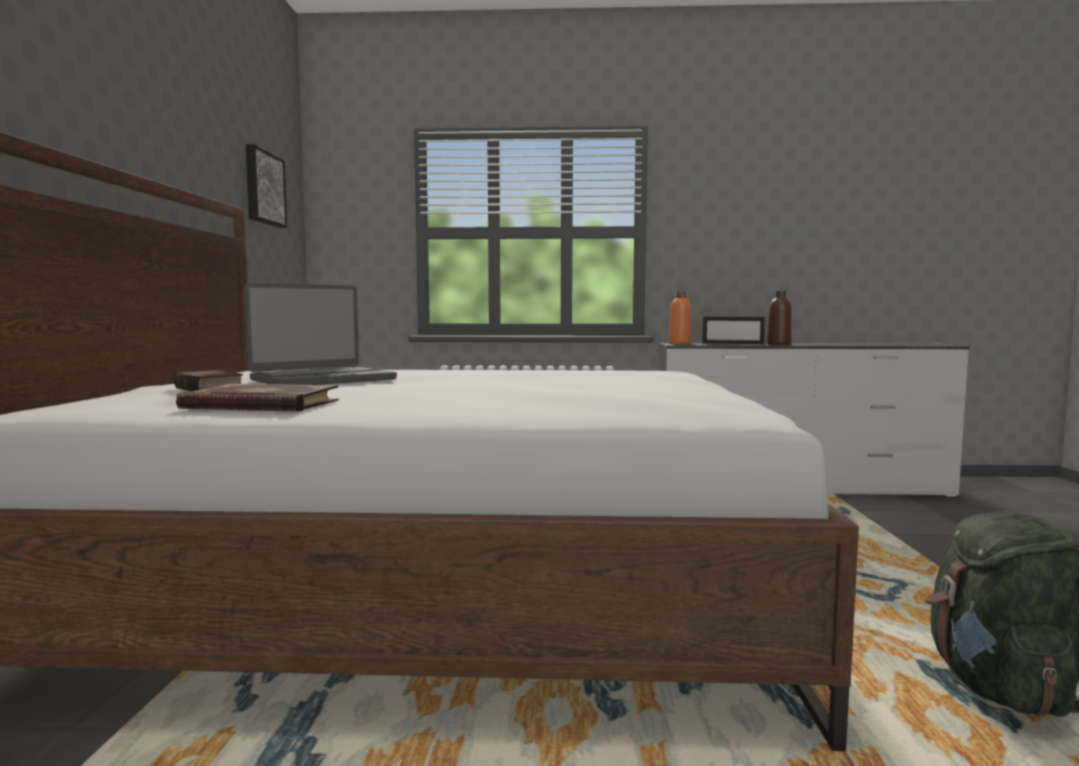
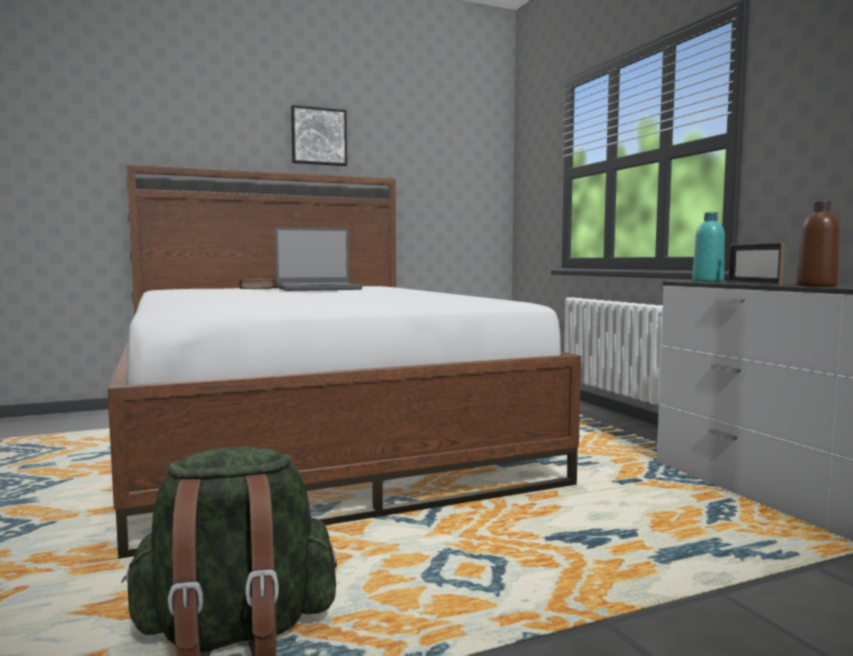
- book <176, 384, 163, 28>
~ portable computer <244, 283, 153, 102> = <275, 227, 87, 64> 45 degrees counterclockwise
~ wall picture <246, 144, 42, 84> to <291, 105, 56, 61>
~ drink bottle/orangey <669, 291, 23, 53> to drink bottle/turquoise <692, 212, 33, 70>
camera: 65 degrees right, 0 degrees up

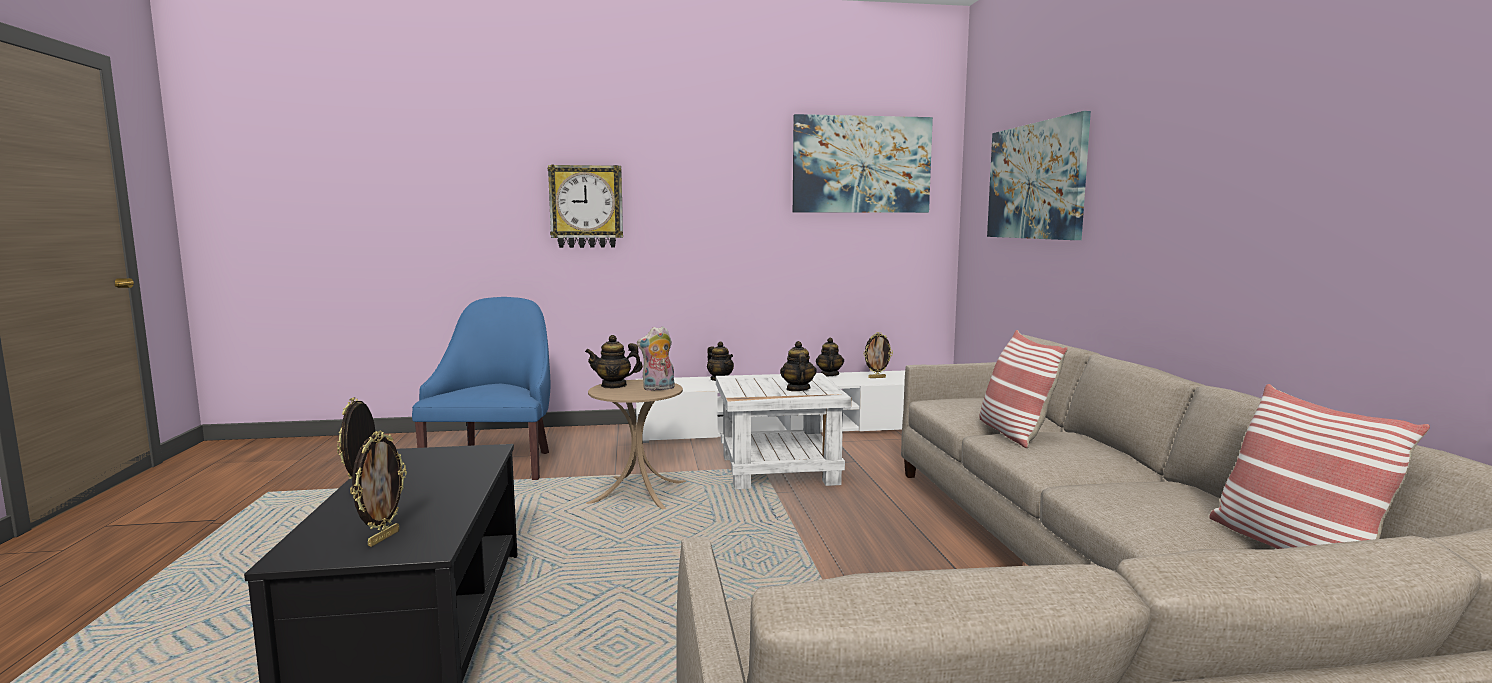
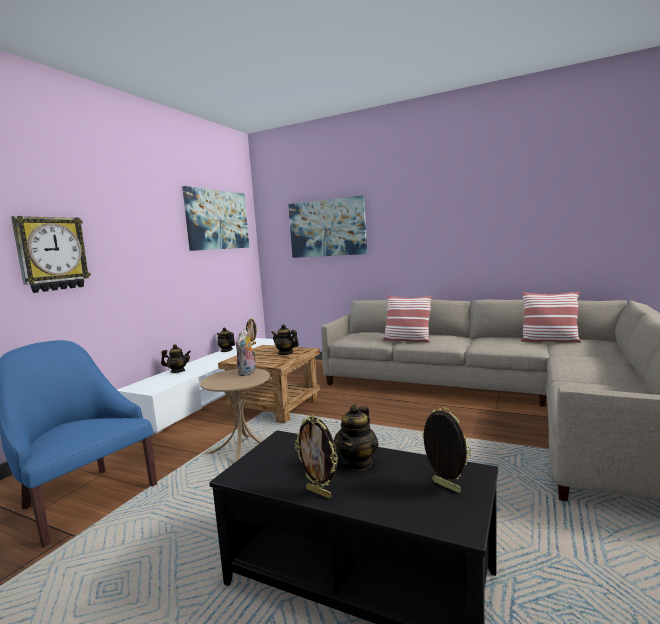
~ tea pot <585, 335, 58, 54> to <334, 404, 45, 67>
~ accent table/white <716, 373, 135, 116> to accent table/brown <218, 345, 102, 78>
camera: 55 degrees left, 0 degrees up

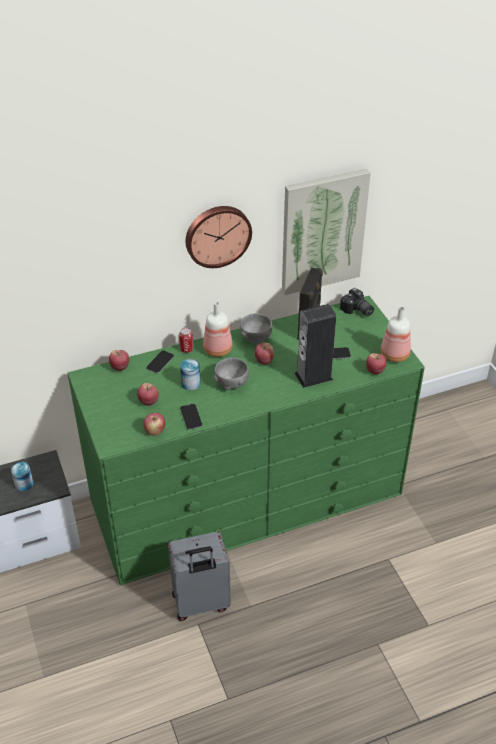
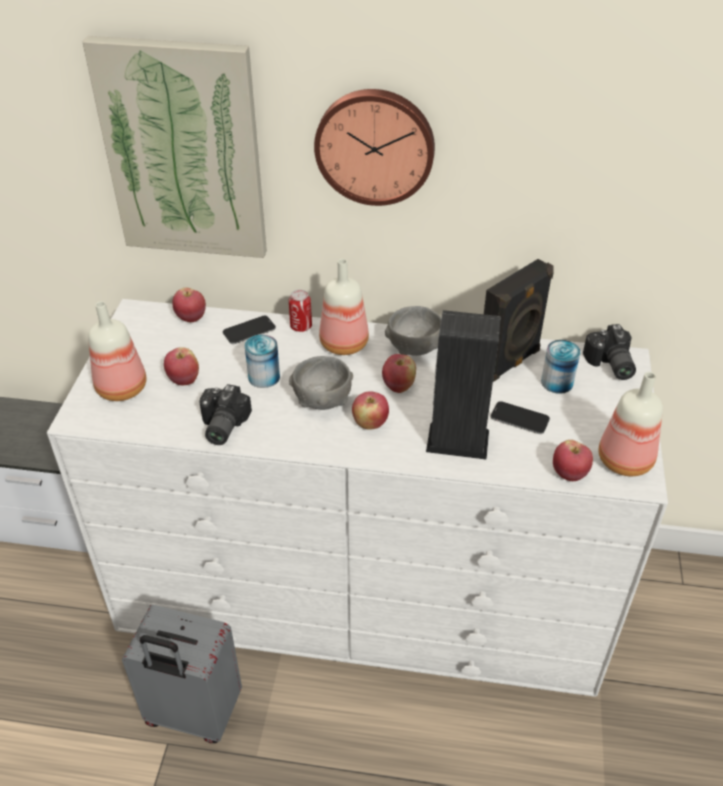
~ metal can <11, 462, 22, 30> to <541, 340, 40, 54>
~ chest of drawers/greenish <68, 296, 357, 289> to chest of drawers/white <47, 299, 621, 398>
~ apple <143, 413, 22, 23> to <352, 391, 37, 39>
~ phone <180, 404, 22, 26> to photo camera <199, 384, 53, 61>
~ wall picture <282, 169, 89, 126> to <83, 36, 184, 222>
+ drink bottle <88, 301, 58, 100>
camera: 30 degrees right, 0 degrees up

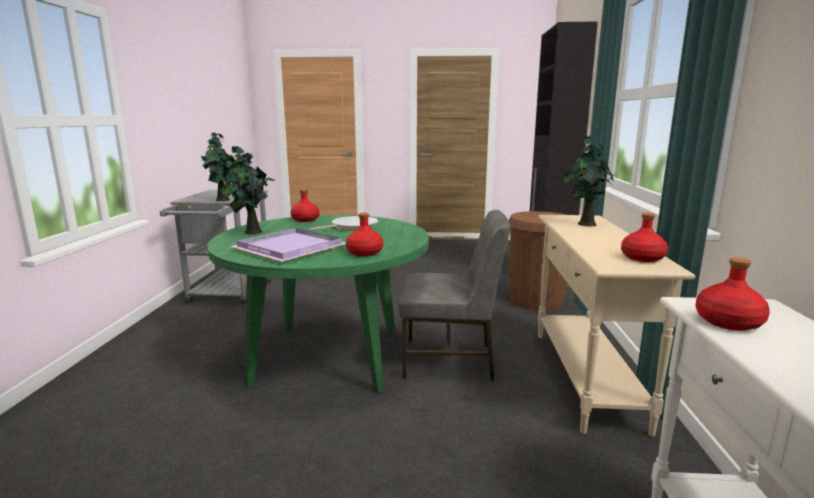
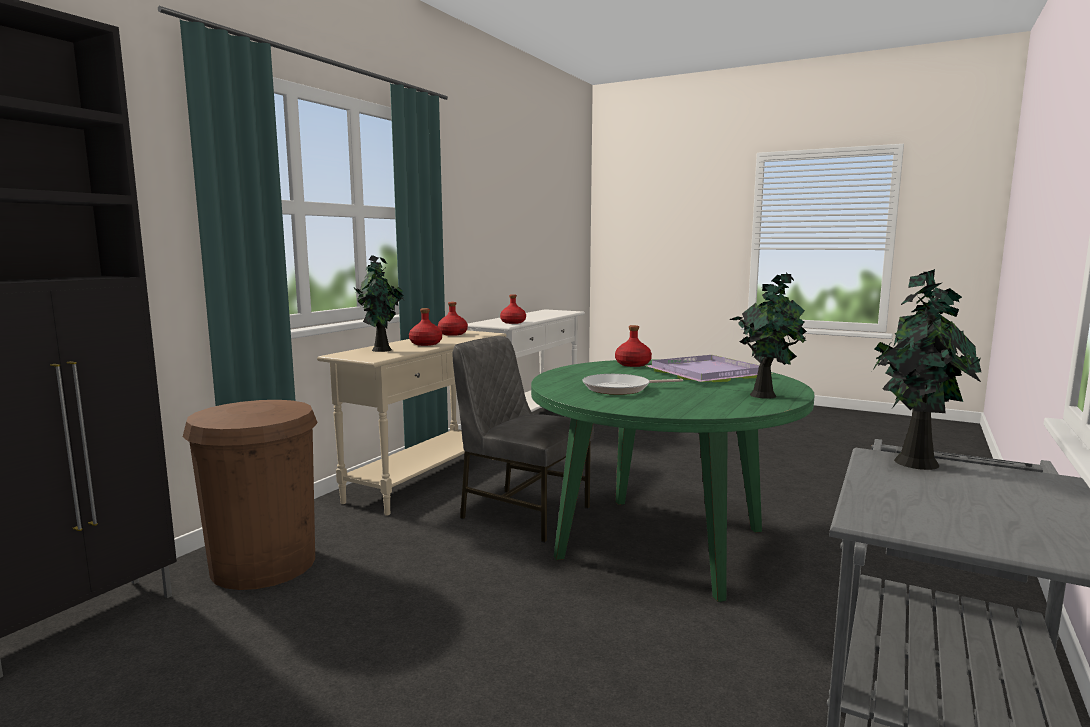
~ drink bottle/red-coloured <290, 189, 29, 33> to <409, 308, 33, 38>
camera: 155 degrees left, 5 degrees down

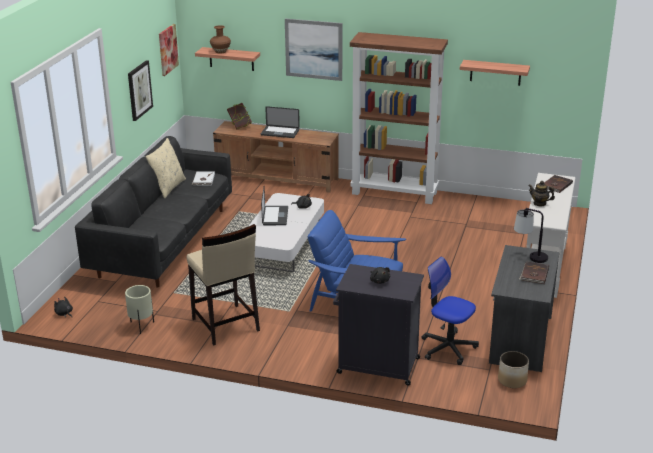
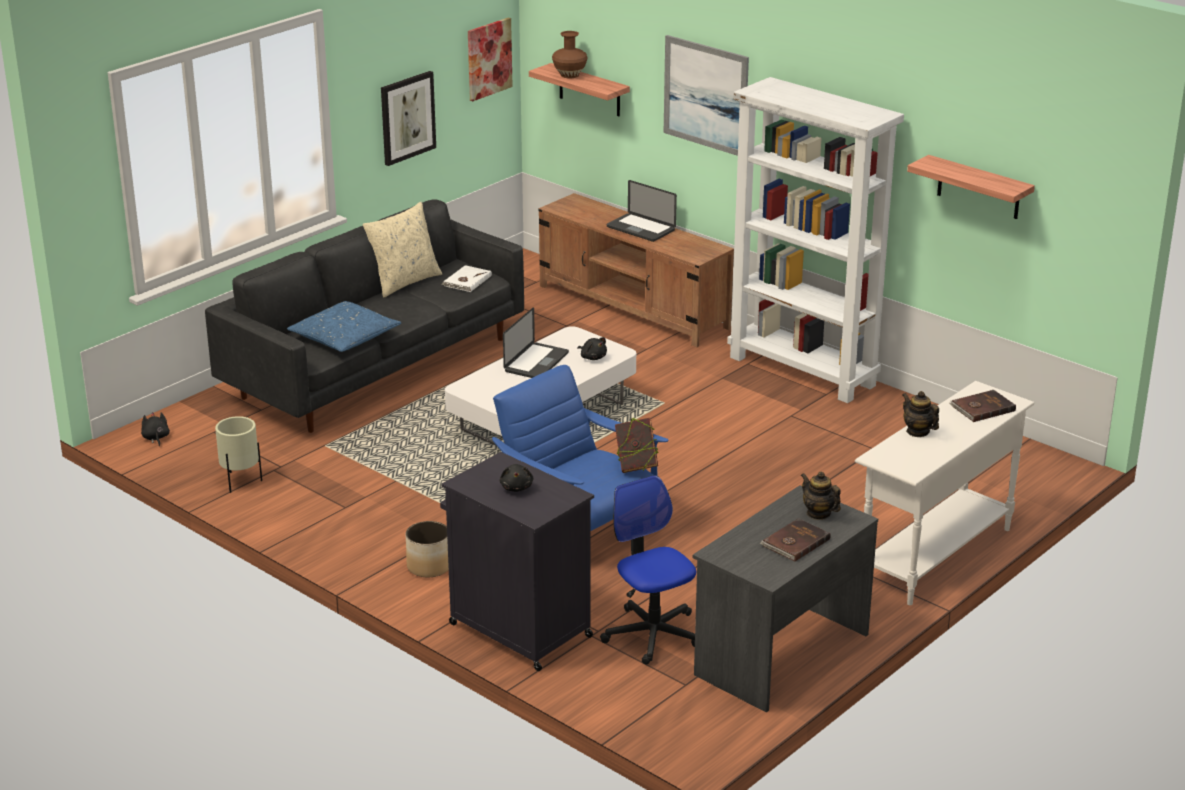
- stool/sand-coloured <187, 224, 73, 121>
~ book <227, 103, 25, 27> to <615, 418, 44, 55>
~ shelving unit/brown <350, 32, 98, 172> to shelving unit/white <727, 77, 177, 326>
~ plant pot <498, 351, 31, 37> to <406, 521, 43, 57>
~ table lamp <514, 208, 34, 55> to tea pot <801, 471, 40, 49>
+ throw pillow/blue <287, 301, 115, 51>
camera: 25 degrees right, 0 degrees up

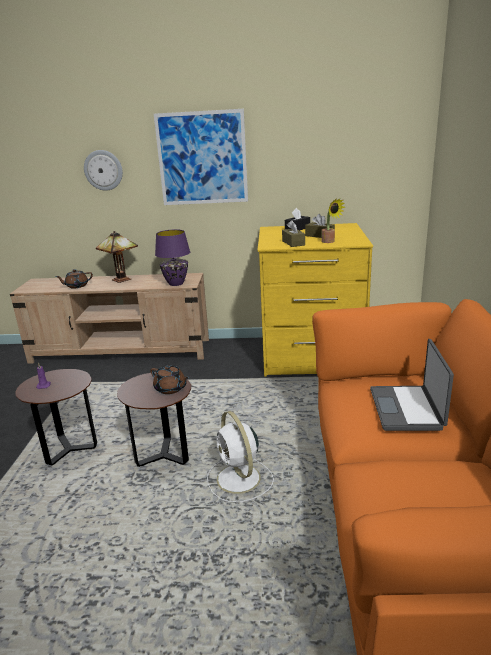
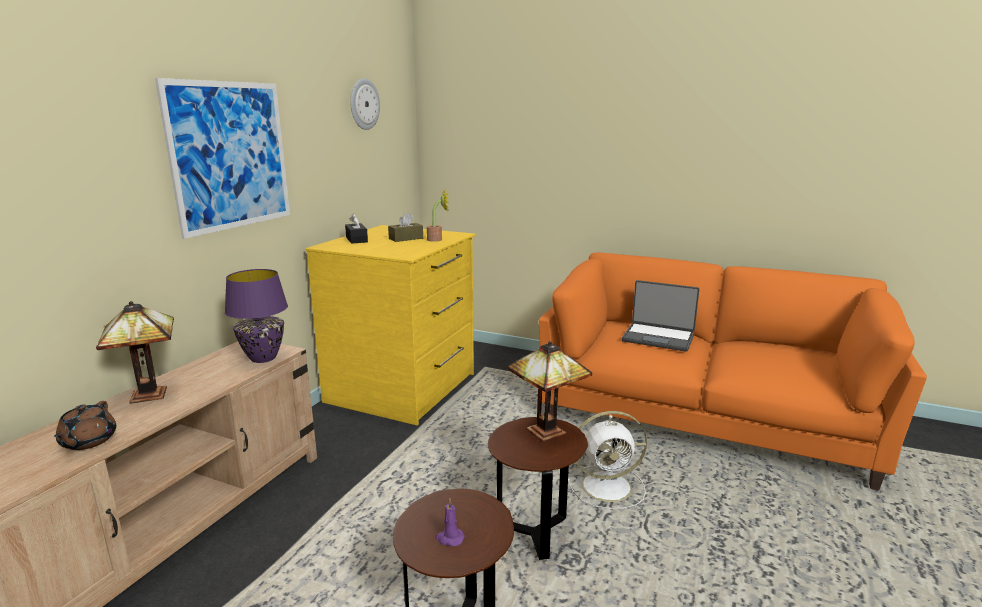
~ clock on the wall <84, 150, 39, 41> to <350, 79, 30, 51>
~ tea pot/brown <150, 365, 39, 29> to table lamp <507, 341, 85, 101>
- box of tissues/brown <282, 220, 23, 27>
camera: 70 degrees left, 5 degrees down

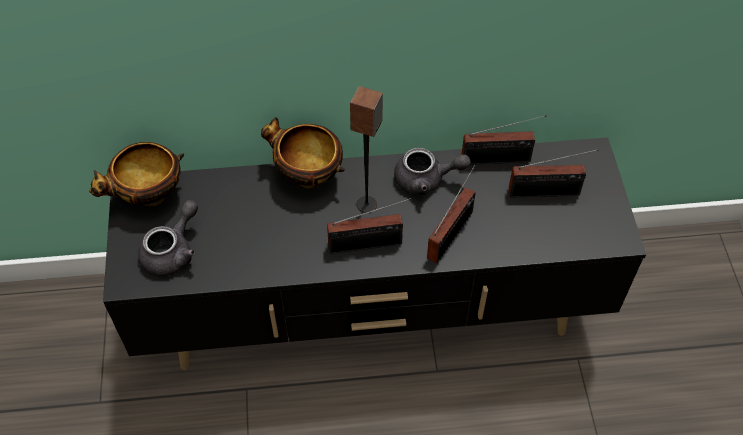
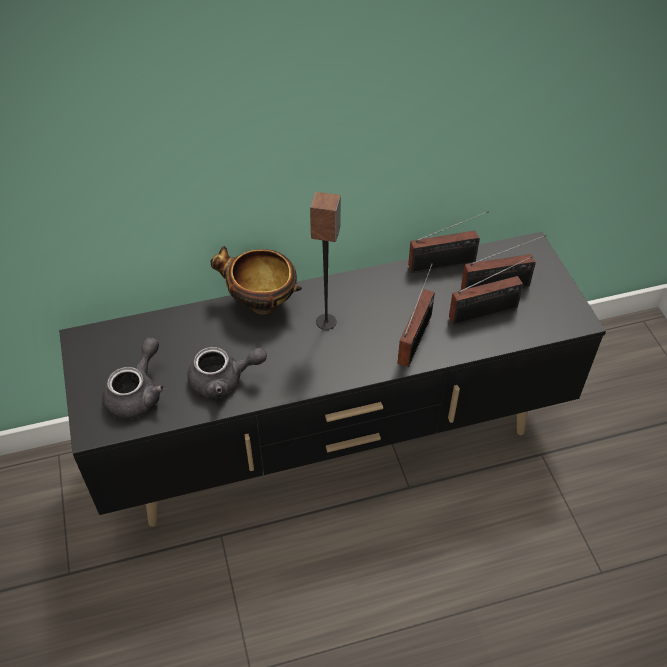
- serving bowl <89, 142, 95, 64>
~ radio <327, 198, 84, 56> to <449, 256, 84, 69>
~ tea pot/greyish <394, 148, 77, 47> to <187, 347, 80, 51>
camera: 10 degrees left, 5 degrees down

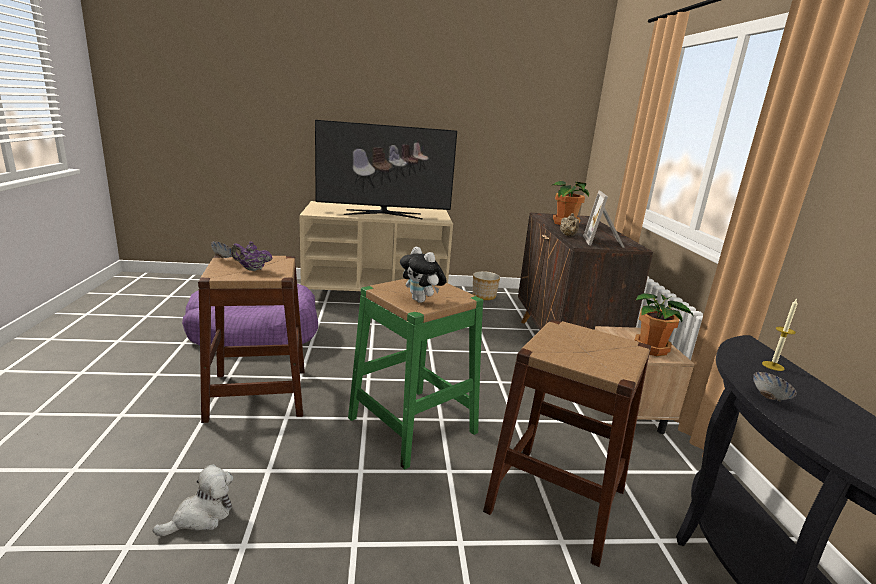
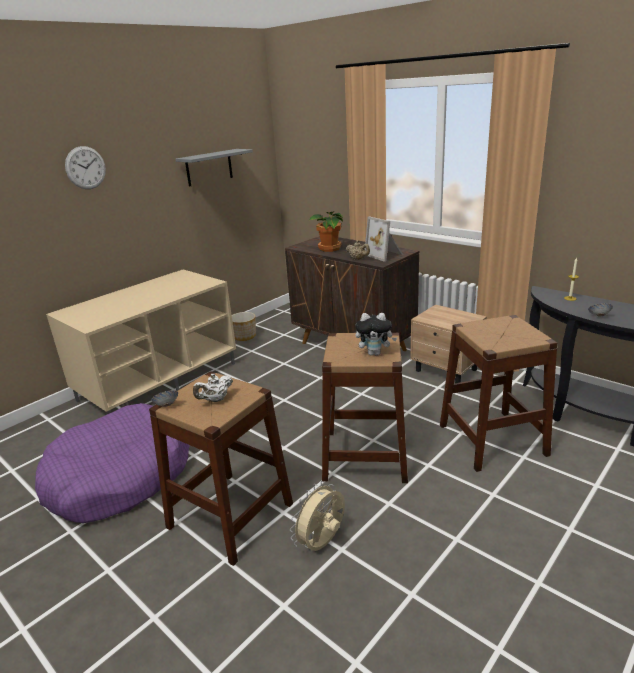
- plush toy <153, 465, 80, 71>
~ tea pot/purple-coloured <231, 241, 41, 30> to tea pot/white <193, 374, 40, 28>
- TV <315, 120, 142, 99>
~ stool/greenish <348, 279, 135, 191> to stool/brown <322, 333, 86, 150>
- potted plant <634, 293, 60, 63>
+ clock on the wall <65, 146, 41, 43>
+ wall shelf/greyish <176, 149, 77, 38>
+ electric fan/sand-coloured <290, 481, 55, 70>
camera: 40 degrees left, 5 degrees up

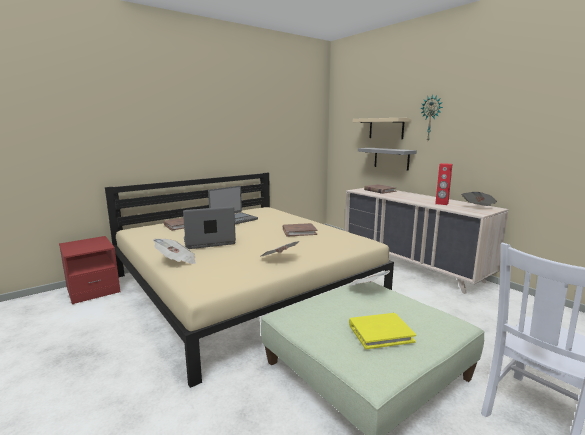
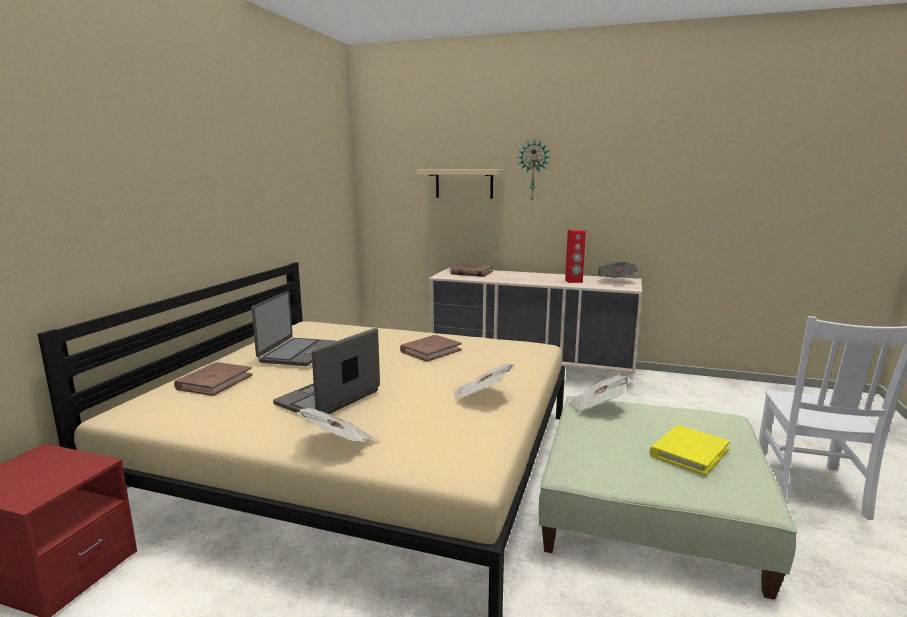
- wall shelf/greyish <358, 148, 59, 23>
camera: 35 degrees left, 0 degrees up

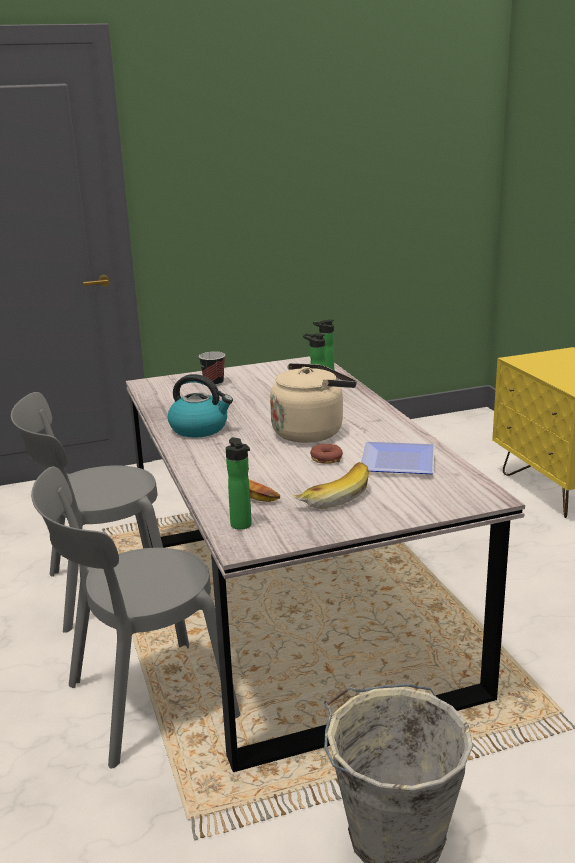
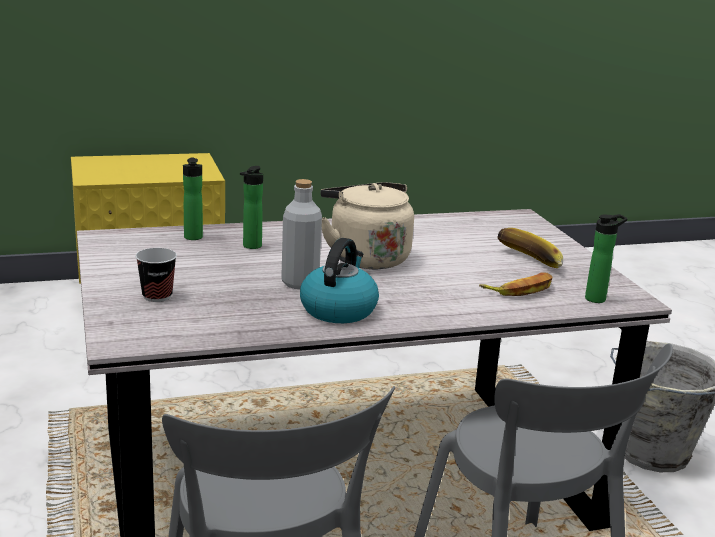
- ring doughnut <310, 444, 33, 20>
- flat dish <361, 442, 74, 32>
+ drink bottle/greyish <281, 179, 41, 110>
camera: 90 degrees left, 0 degrees up

